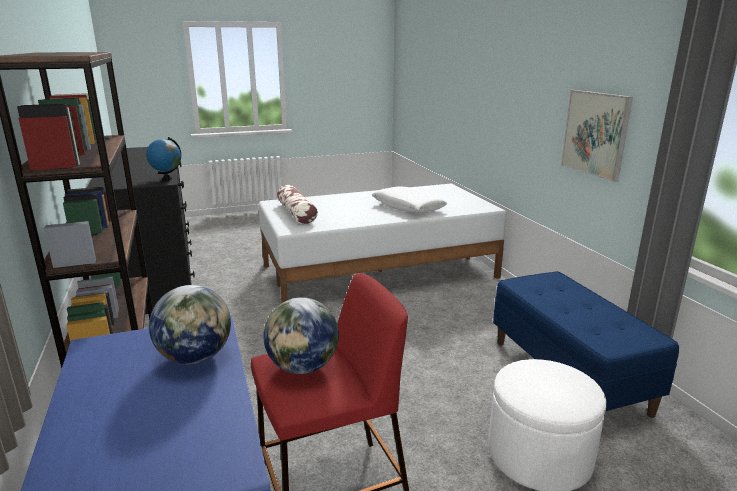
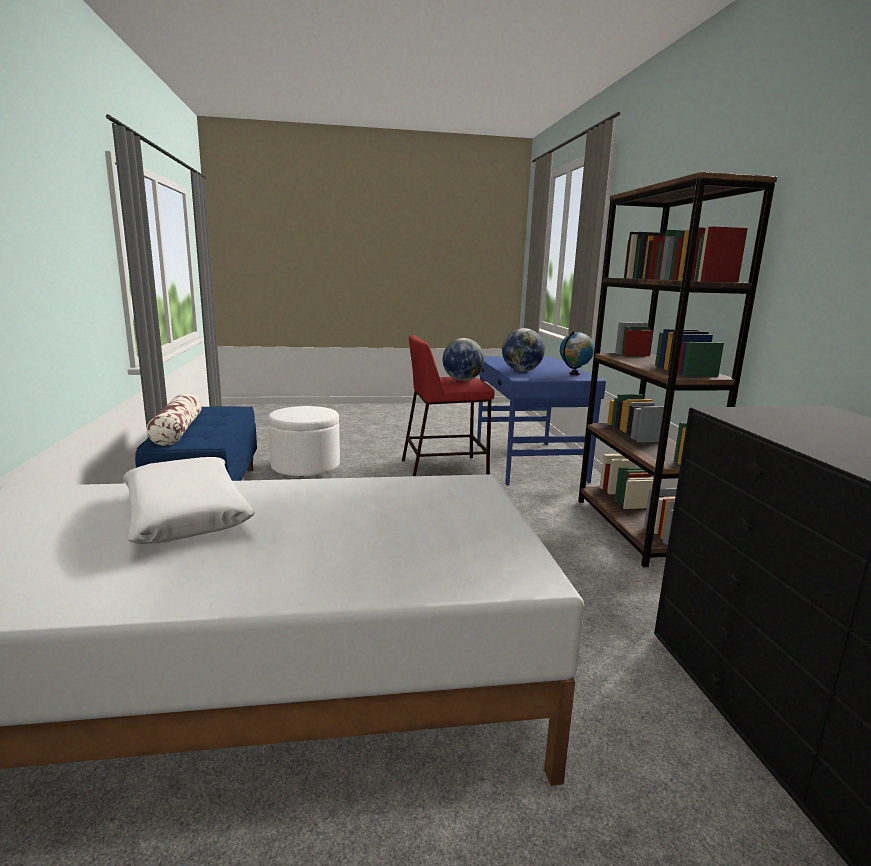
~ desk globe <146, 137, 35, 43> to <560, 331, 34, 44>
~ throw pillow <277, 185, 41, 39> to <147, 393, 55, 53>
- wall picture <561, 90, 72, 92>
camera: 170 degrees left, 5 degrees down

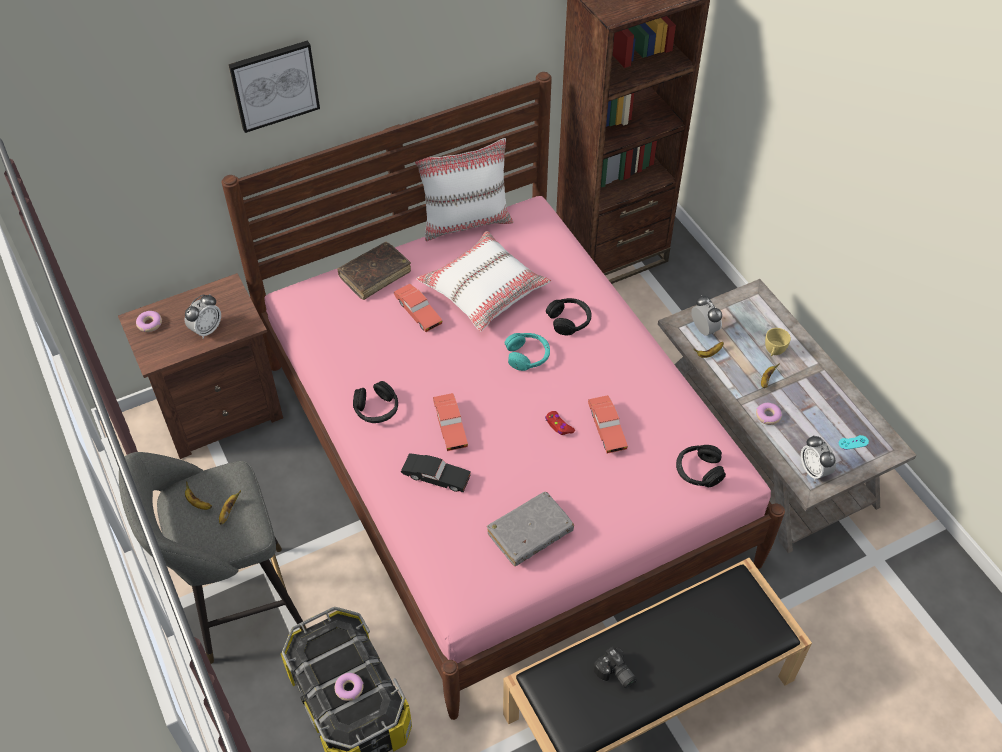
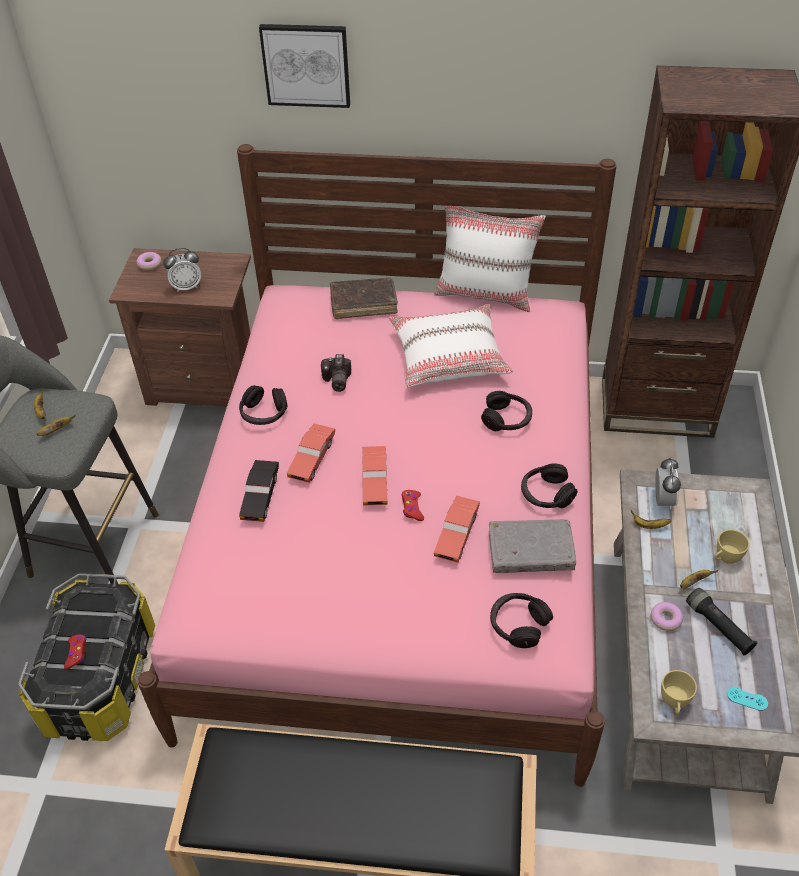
~ ring doughnut <335, 673, 29, 28> to joypad/red-coloured <64, 634, 22, 36>
~ toy car/red-coloured <394, 284, 49, 48> to <362, 446, 26, 60>
~ toy car/black-coloured <401, 453, 70, 39> = <239, 460, 40, 62> 45 degrees clockwise
~ book/greyish <487, 492, 87, 74> to <489, 519, 87, 54>
- headset/turquoise <505, 333, 45, 38>
~ photo camera <593, 647, 44, 41> to <321, 354, 30, 38>
~ alarm clock <801, 435, 35, 46> to drinking cup/yellow-coloured <661, 670, 36, 45>
+ headset/black-coloured <521, 463, 57, 45>
+ torch/black-coloured <686, 588, 72, 67>
camera: 35 degrees right, 5 degrees down

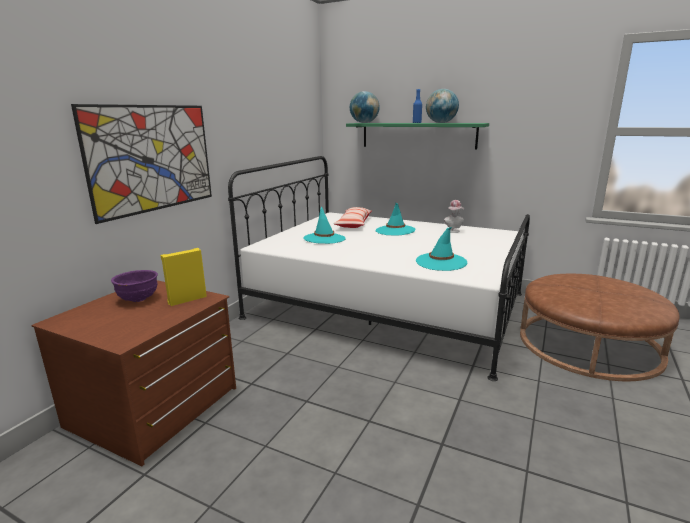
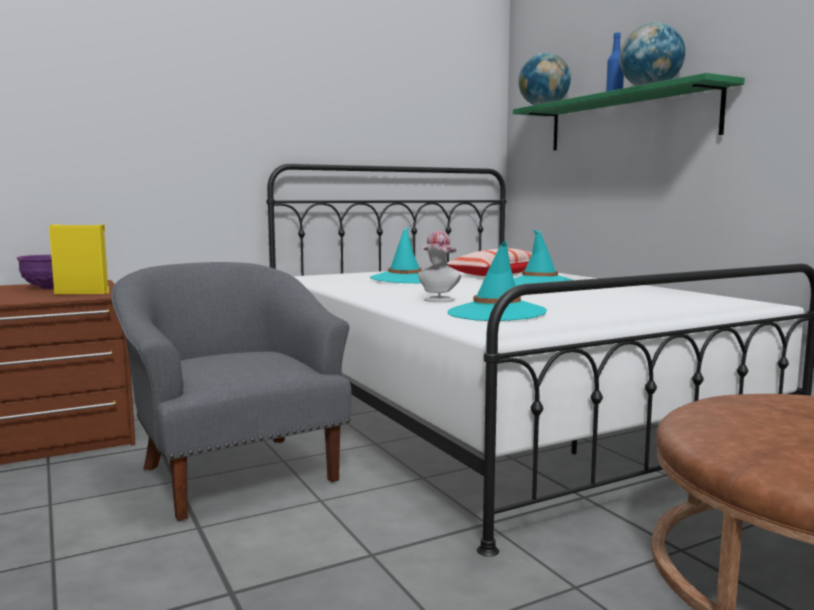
- wall picture <71, 104, 141, 120>
~ wearable hat <444, 200, 20, 33> to <418, 231, 43, 71>
+ armchair/greyish <111, 262, 241, 259>
camera: 35 degrees right, 10 degrees down

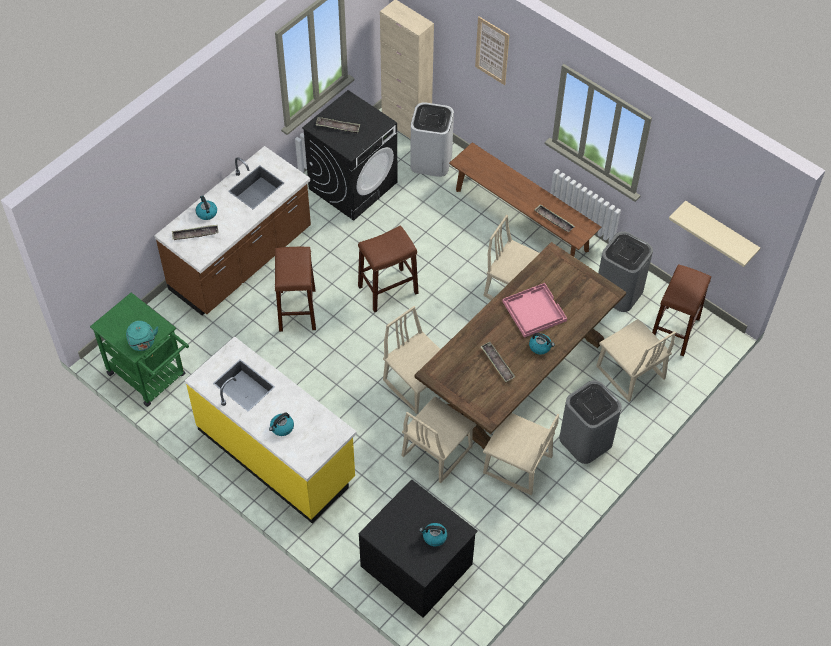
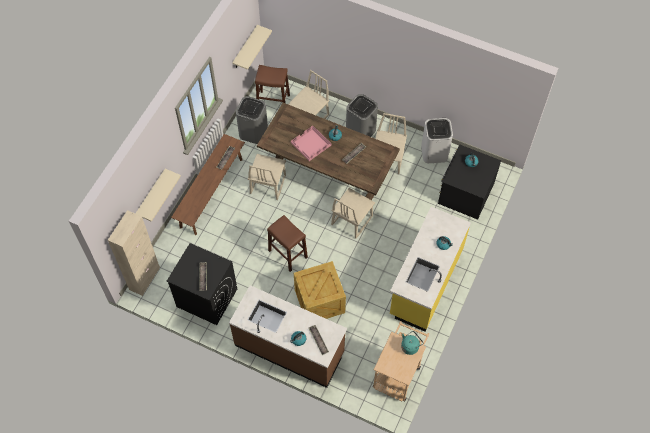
~ cart/greenish <90, 292, 99, 115> to cart/sand-coloured <373, 321, 56, 81>
~ stool/brown <275, 247, 41, 85> to packing crate <294, 261, 52, 58>
- chair/sand-coloured <402, 396, 74, 87>
~ rubbish bin/white <410, 102, 44, 75> to <421, 118, 32, 45>
- wall picture <475, 17, 34, 68>
+ wall shelf/sand-coloured <135, 169, 46, 53>
camera: 105 degrees left, 5 degrees up

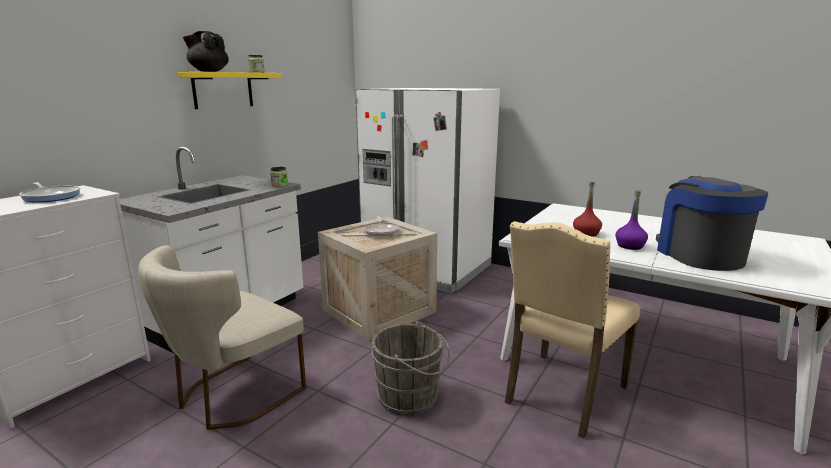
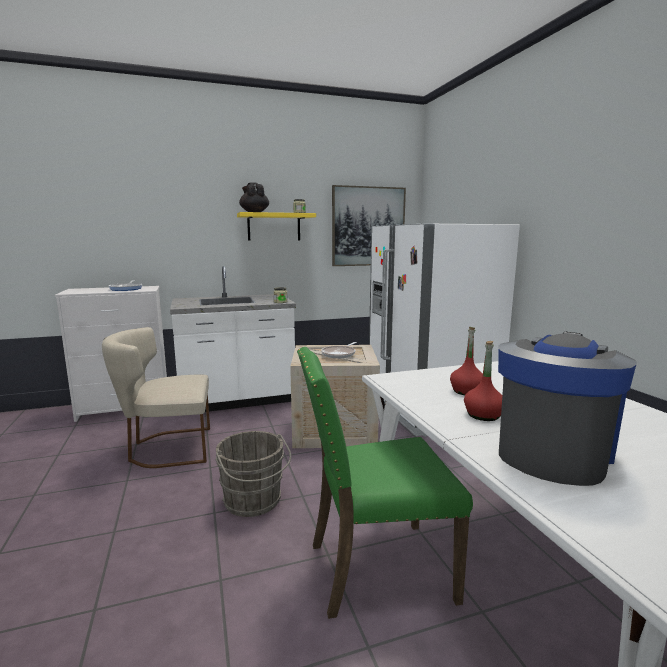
~ chair/sand-coloured <505, 221, 135, 218> to chair/greenish <297, 347, 176, 272>
~ drink bottle/purple-coloured <615, 190, 33, 60> to drink bottle/red-coloured <464, 341, 38, 80>
+ wall picture <332, 185, 74, 81>
camera: 40 degrees right, 5 degrees down

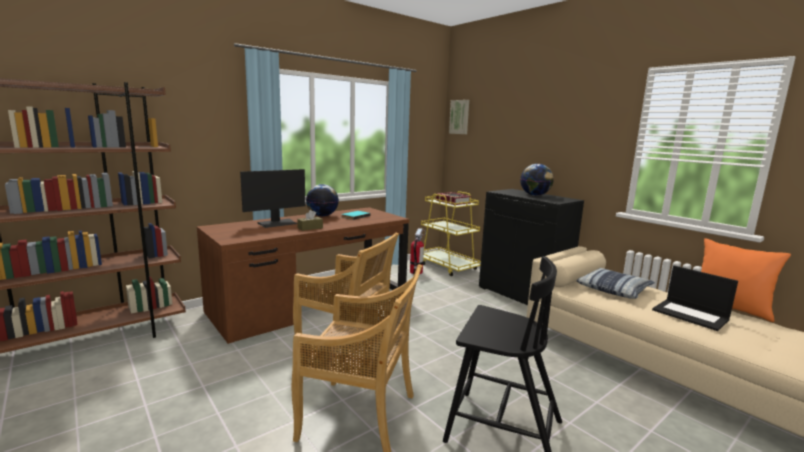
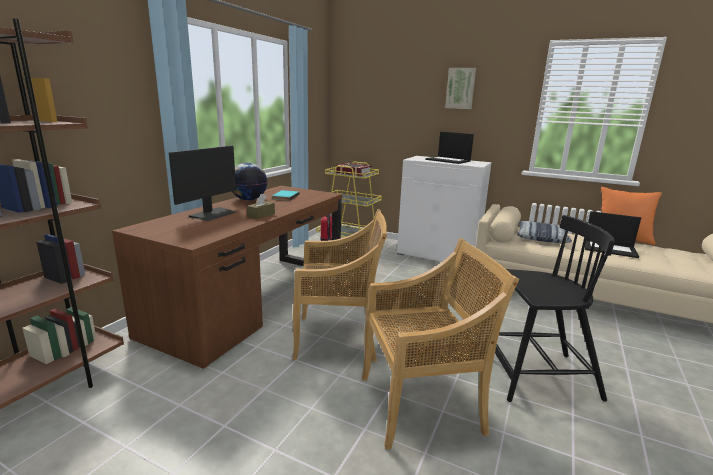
~ wall picture <449, 100, 20, 34> to <445, 68, 31, 41>
~ cupboard/black-coloured <479, 189, 105, 116> to cupboard/white <397, 156, 95, 106>
~ desk globe <520, 164, 34, 32> to portable computer <425, 132, 49, 32>
camera: 25 degrees left, 5 degrees up

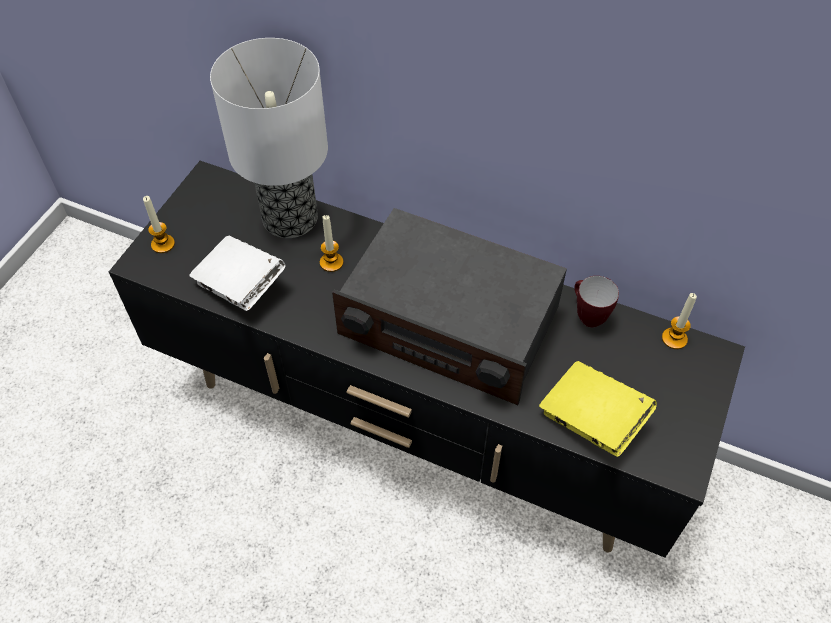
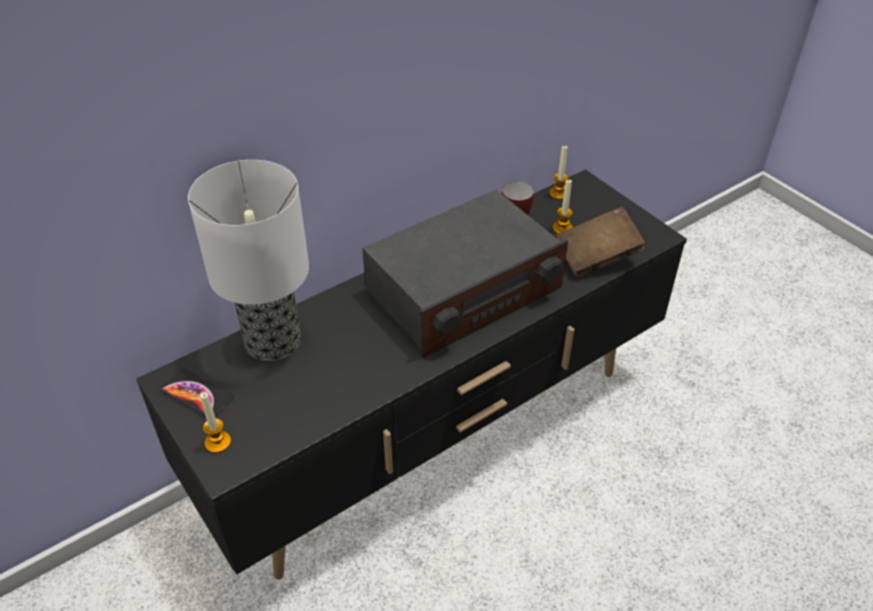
- book/white <189, 236, 97, 75>
~ wax light <320, 215, 24, 57> to <552, 180, 21, 54>
~ book/yellow-coloured <539, 361, 118, 96> to book/brown <556, 207, 89, 70>
+ phone <161, 368, 73, 48>
camera: 60 degrees left, 10 degrees down

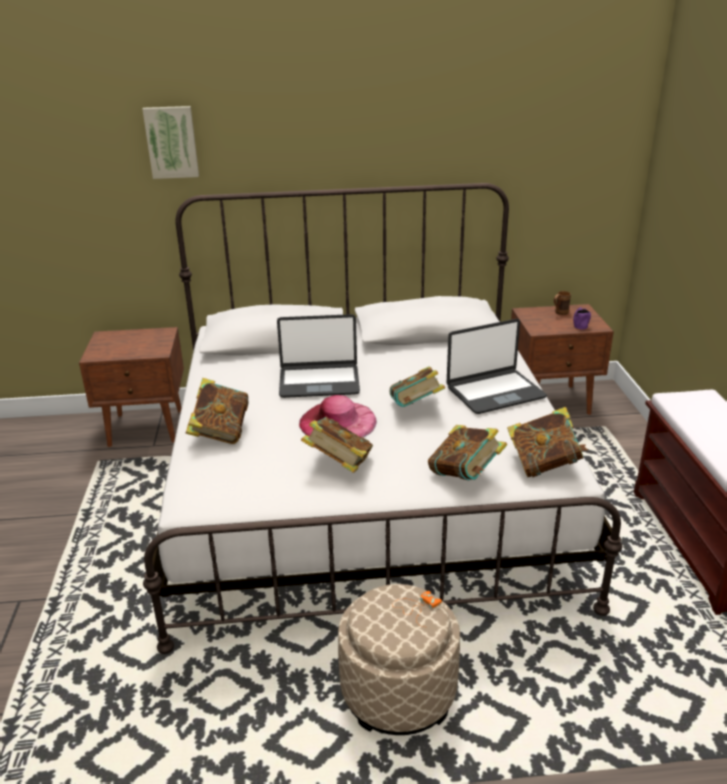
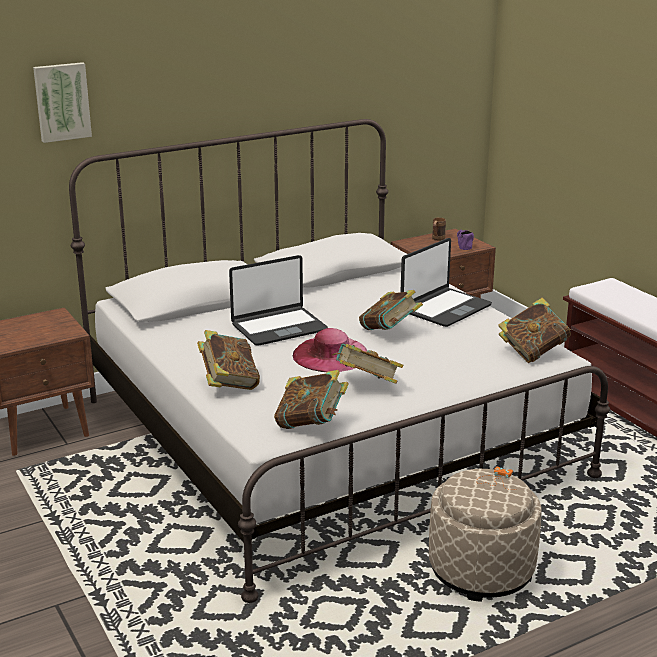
~ book <428, 425, 79, 55> to <274, 370, 75, 59>
camera: 25 degrees left, 5 degrees down

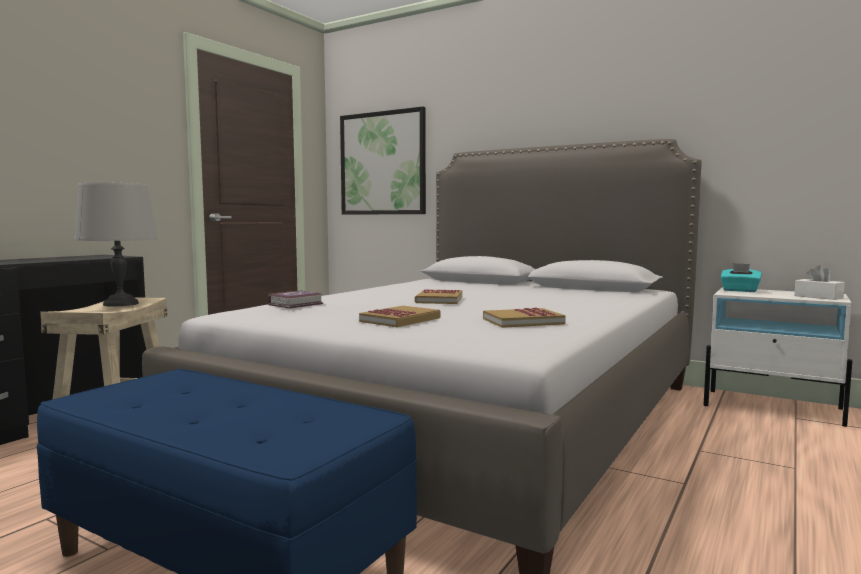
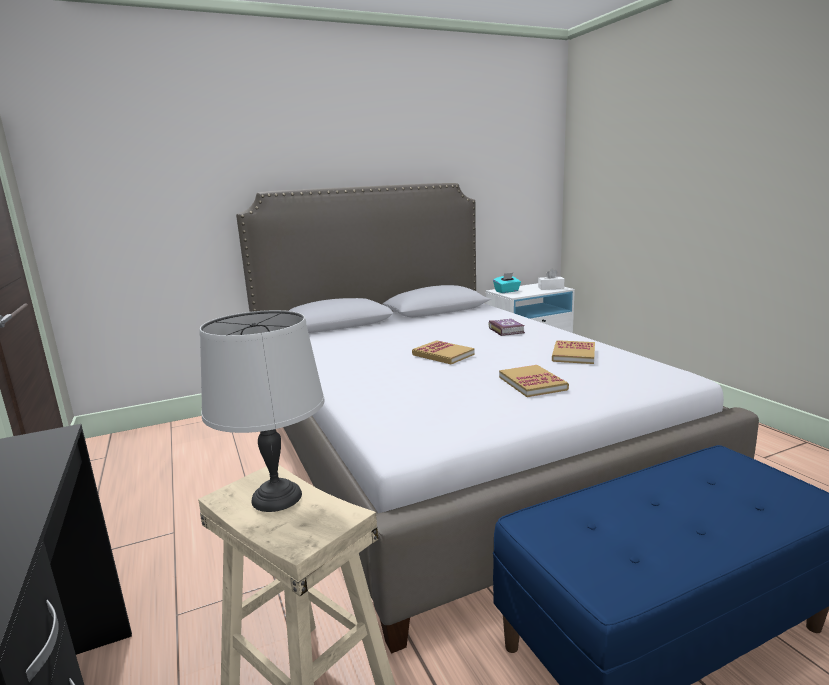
~ book <268, 290, 55, 18> to <489, 319, 36, 17>
- wall picture <340, 107, 86, 108>
camera: 55 degrees left, 10 degrees up

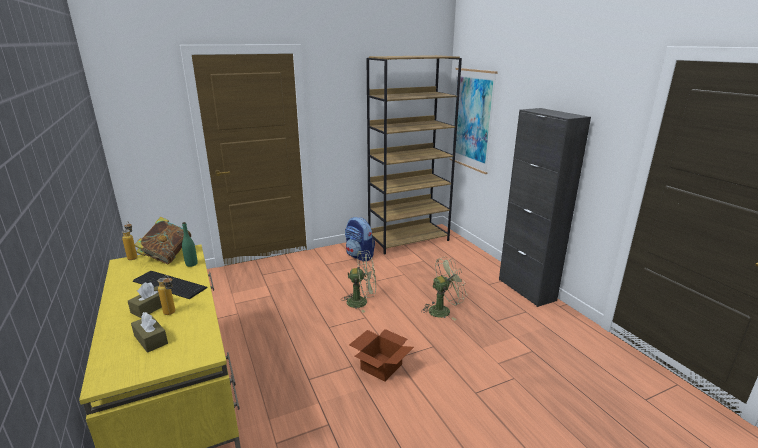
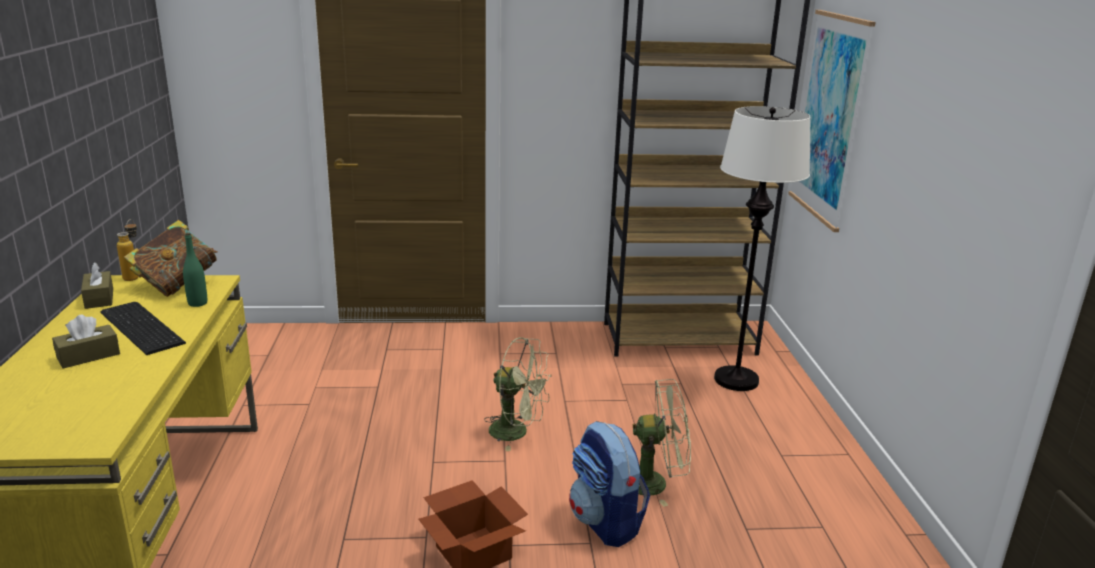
~ box of tissues/brown <131, 312, 37, 41> to <81, 262, 32, 47>
- drink bottle <158, 275, 17, 40>
~ knapsack <345, 217, 30, 45> to <569, 421, 81, 126>
- cupboard/black-coloured <499, 108, 92, 199>
+ standard lamp/white <714, 106, 97, 285>
camera: 20 degrees right, 0 degrees up

